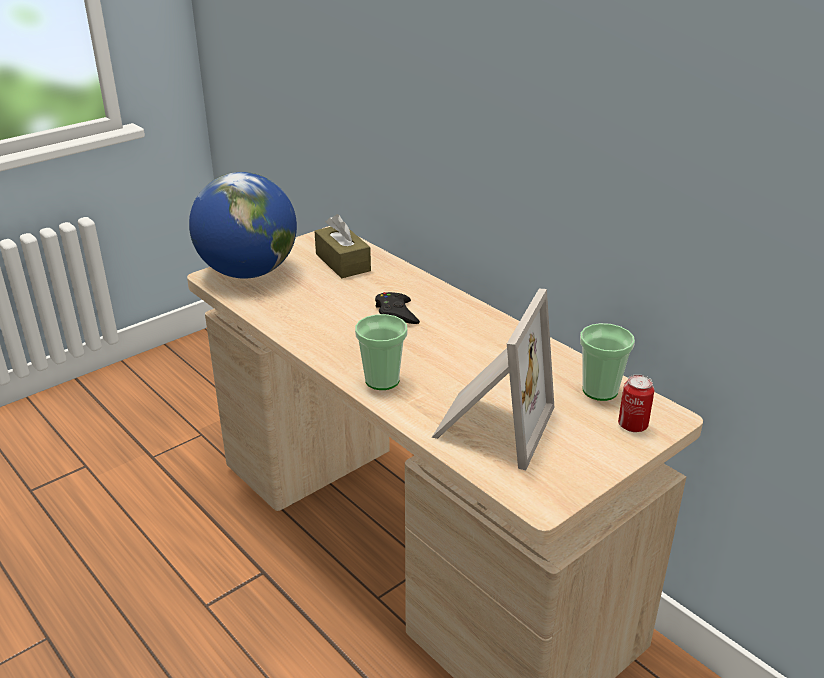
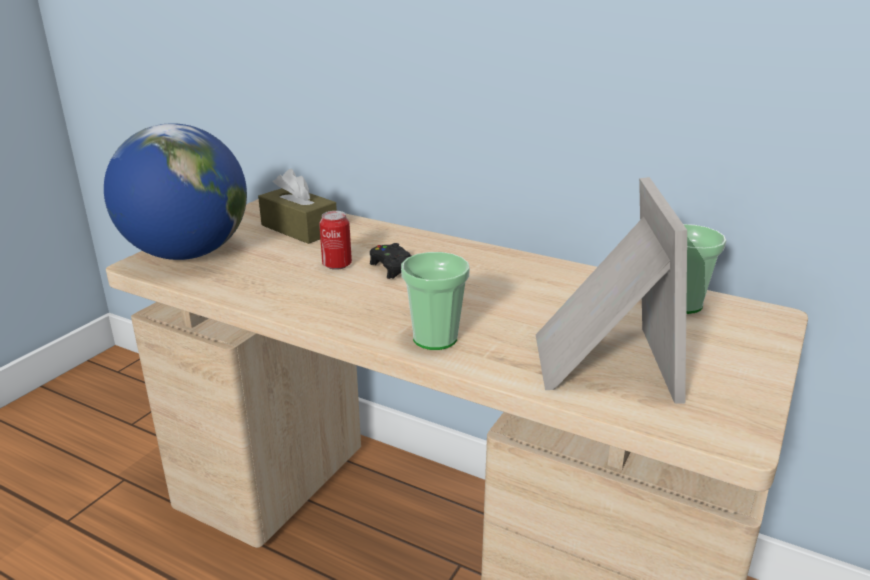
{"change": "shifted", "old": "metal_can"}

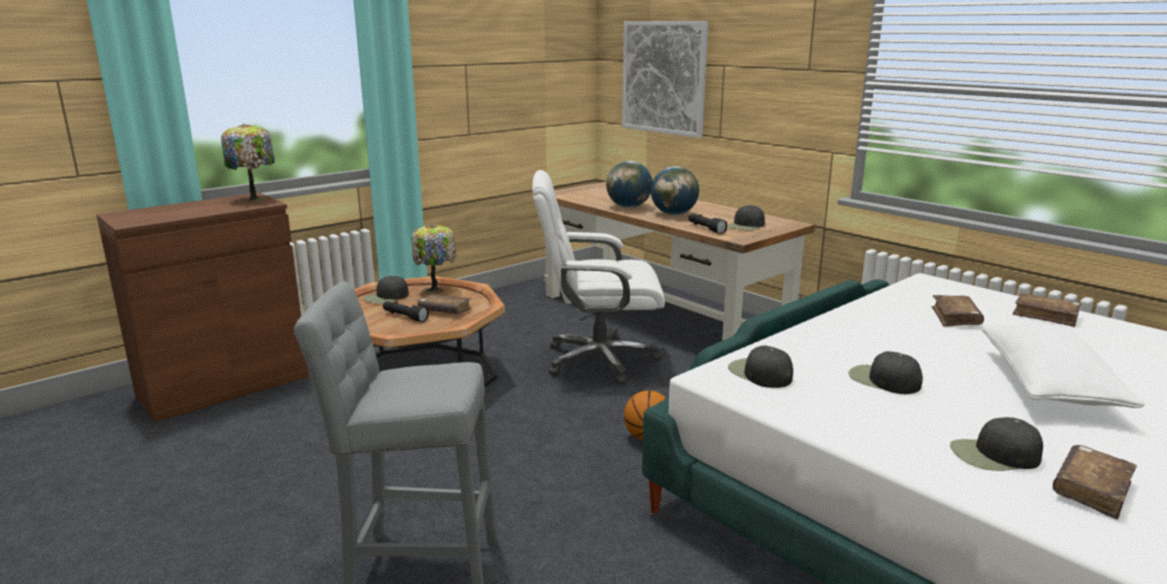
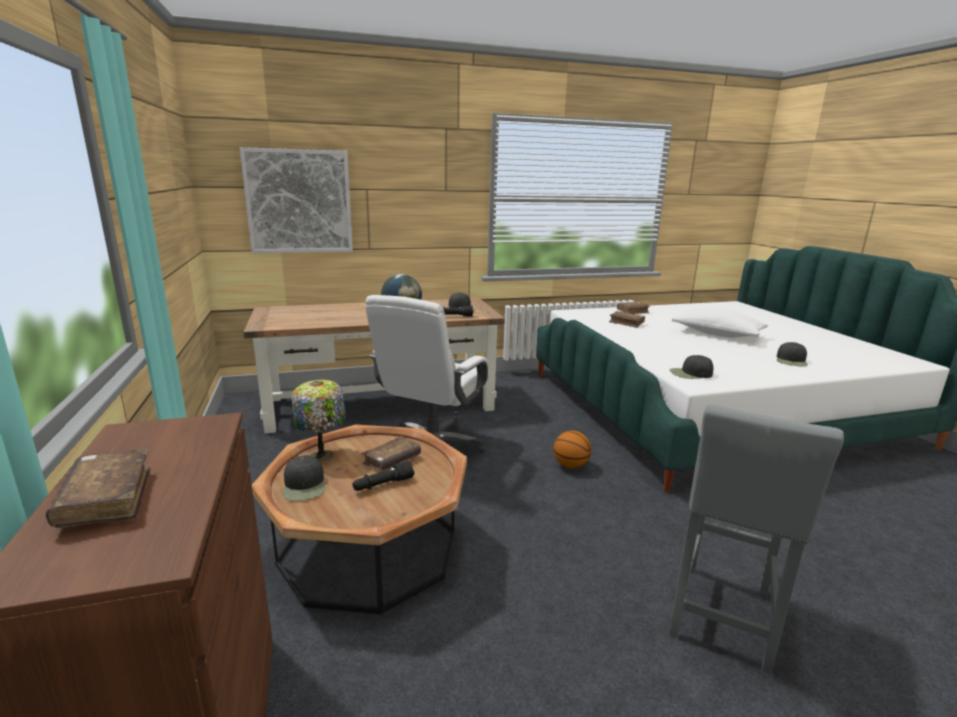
{"change": "gone", "old": "table_lamp (no. 1 from left)"}
{"change": "gone", "old": "globe (no. 1 from left)"}
{"change": "gone", "old": "black-coloured_cap (no. 4 from left)"}
{"change": "shifted", "old": "brown_volume (no. 4 from left in the first image)", "new": "brown_volume (no. 1 from left)"}

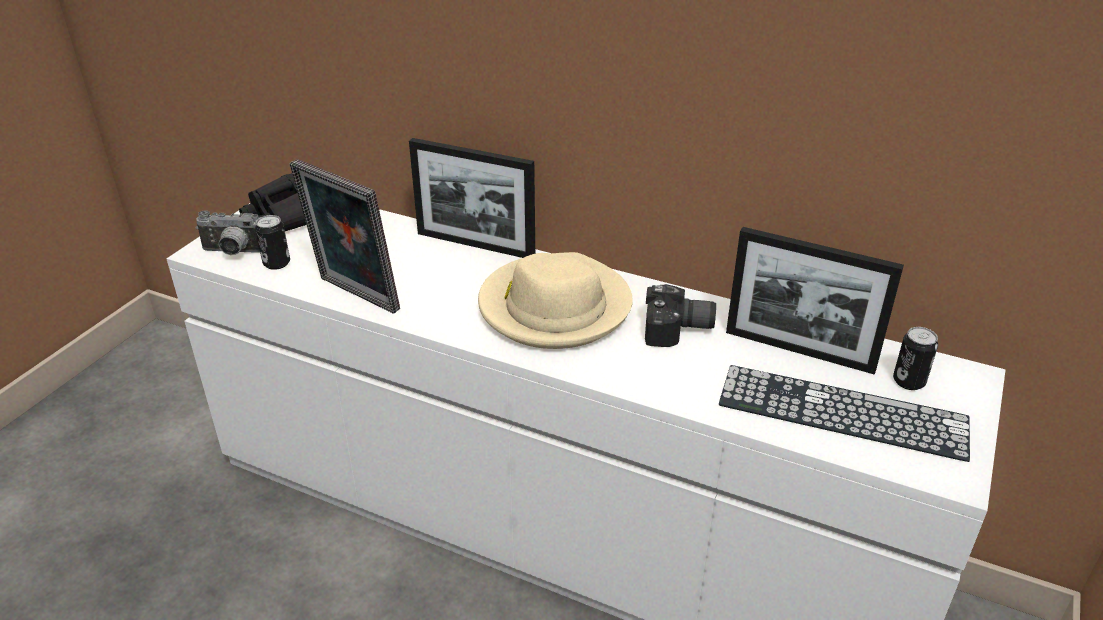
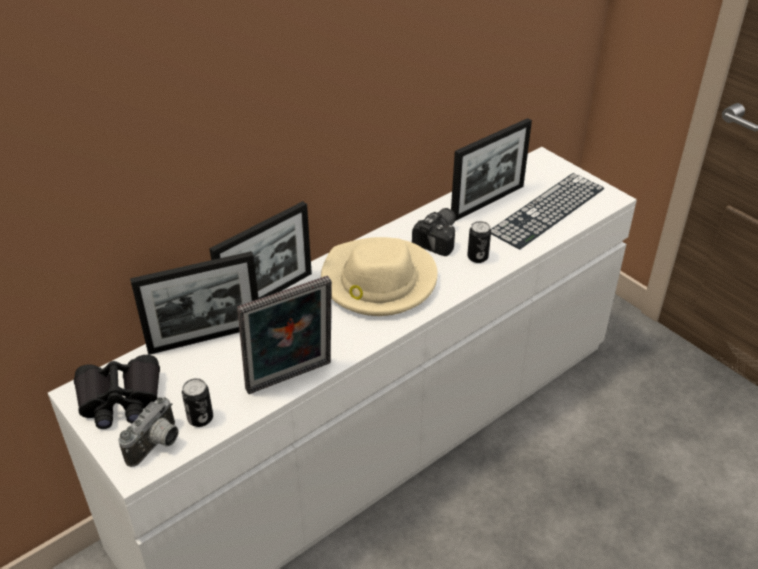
{"change": "shifted", "old": "metal_can (no. 2 from left)"}
{"change": "new", "new": "picture_frame (no. 1 from left)"}

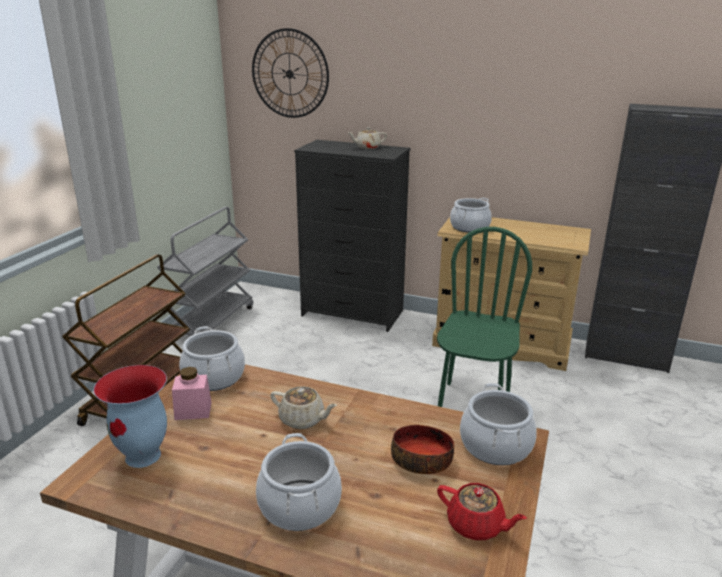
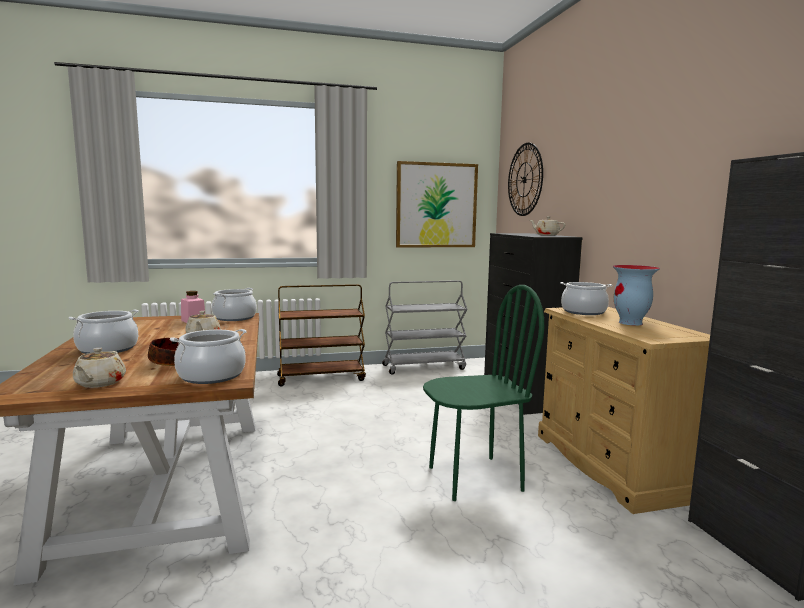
{"change": "shifted", "old": "decorative_vase"}
{"change": "repainted", "old": "red_teapot", "new": "beige-coloured_teapot (no. 1 from left)"}
{"change": "new", "new": "wall_picture"}

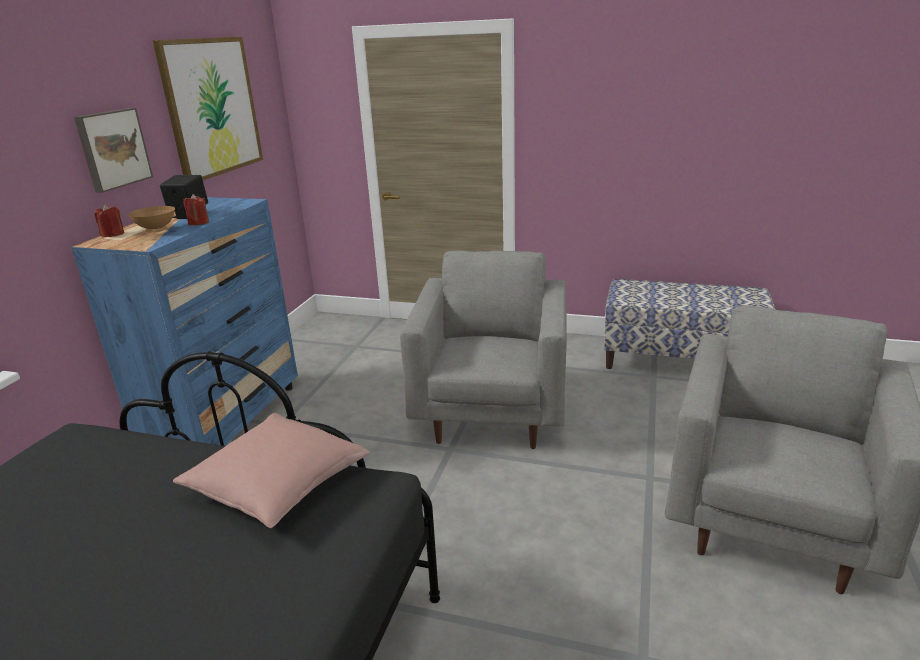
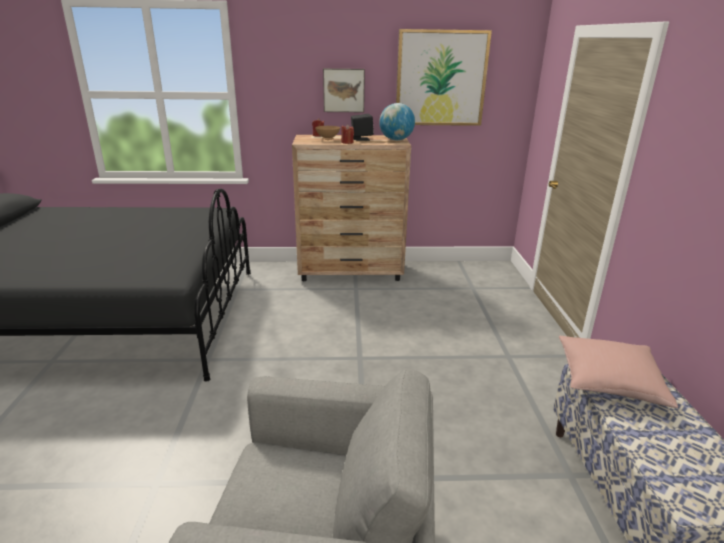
{"change": "repainted", "old": "blue-coloured_dresser", "new": "brown_dresser"}
{"change": "shifted", "old": "pinkish_cushion"}
{"change": "gone", "old": "greyish_lounge_chair (no. 1 from left)"}
{"change": "new", "new": "globe"}

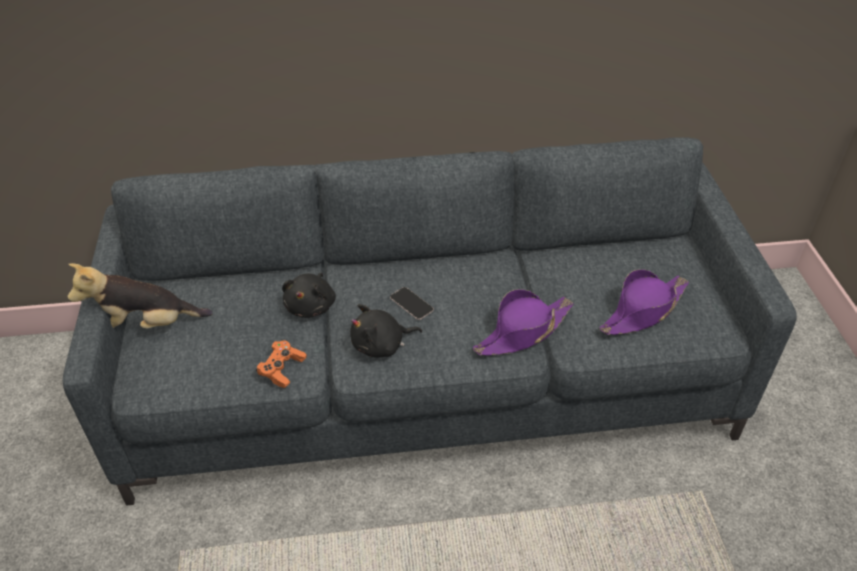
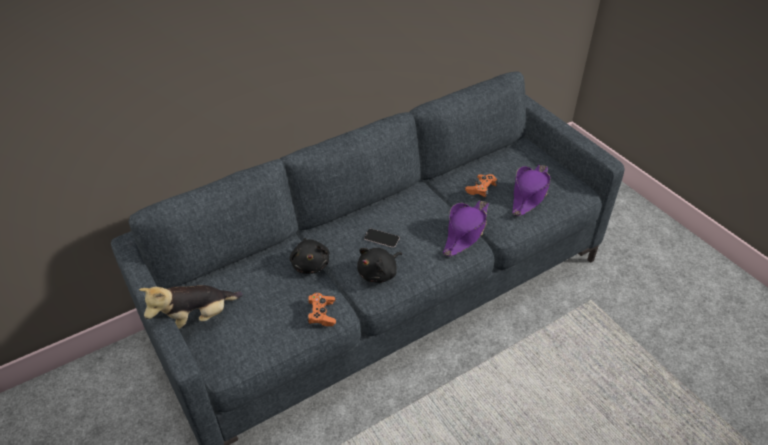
{"change": "new", "new": "orange-coloured_gamepad (no. 2 from left)"}

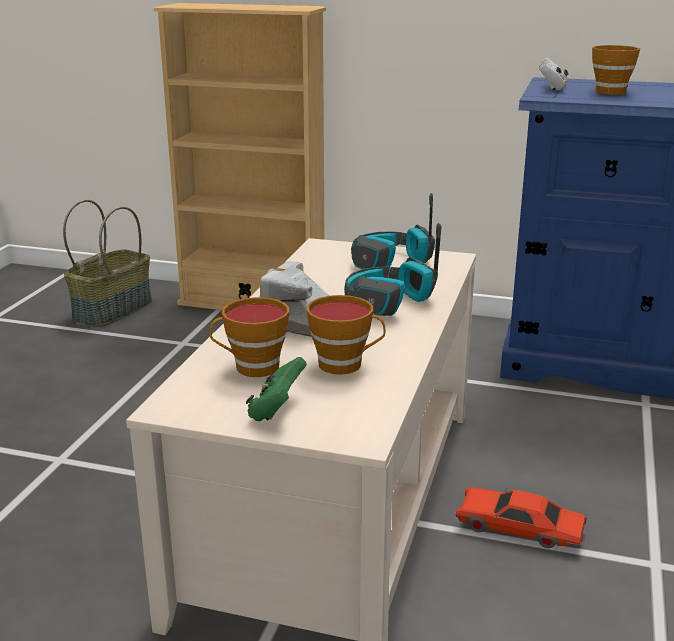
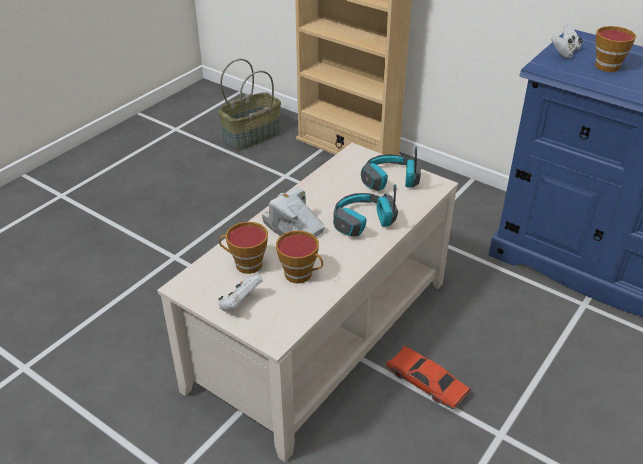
{"change": "repainted", "old": "green_gamepad", "new": "white_gamepad (no. 1 from left)"}

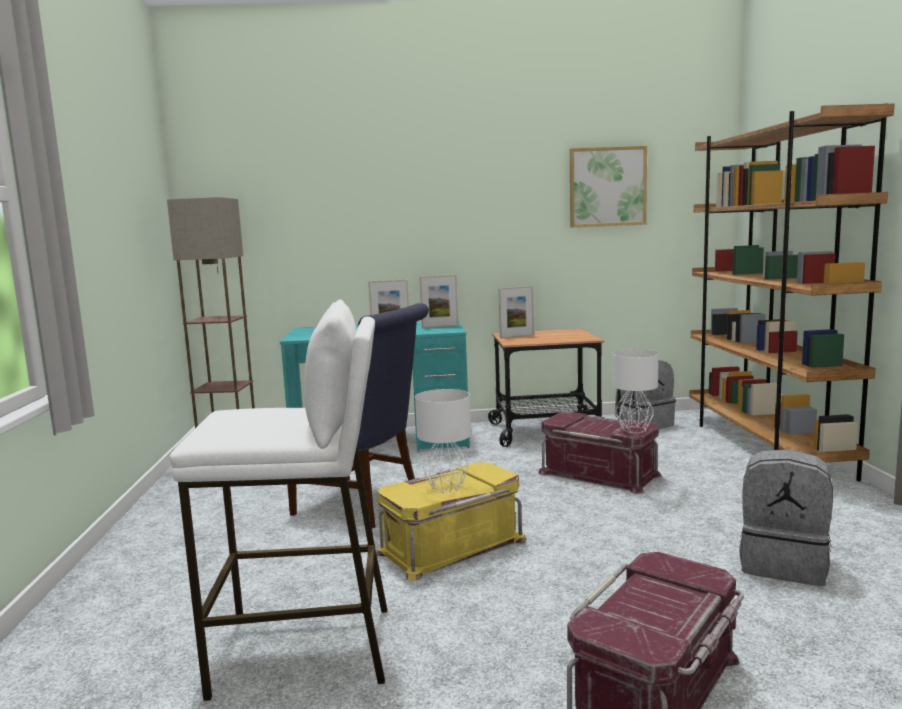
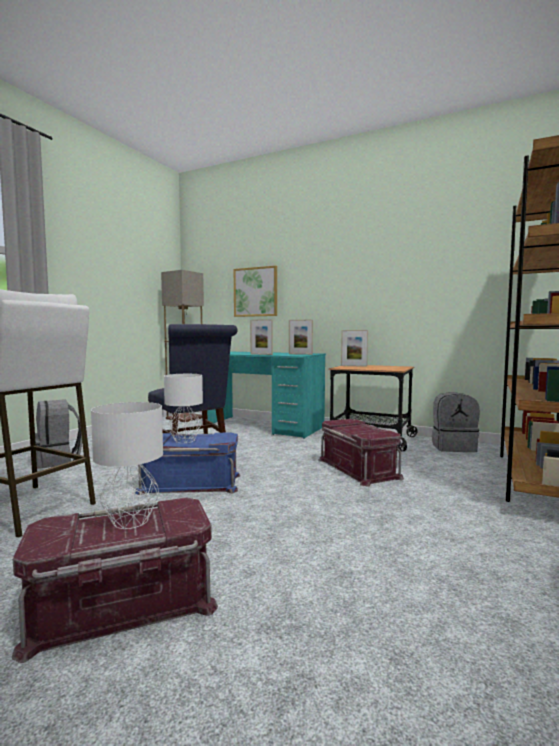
{"change": "repainted", "old": "yellow_storage_box", "new": "blue-coloured_storage_box"}
{"change": "shifted", "old": "wall_picture"}
{"change": "shifted", "old": "white_table_lamp (no. 2 from left in the first image)", "new": "white_table_lamp (no. 1 from left)"}
{"change": "shifted", "old": "greyish_backpack (no. 2 from left in the first image)", "new": "greyish_backpack (no. 1 from left)"}

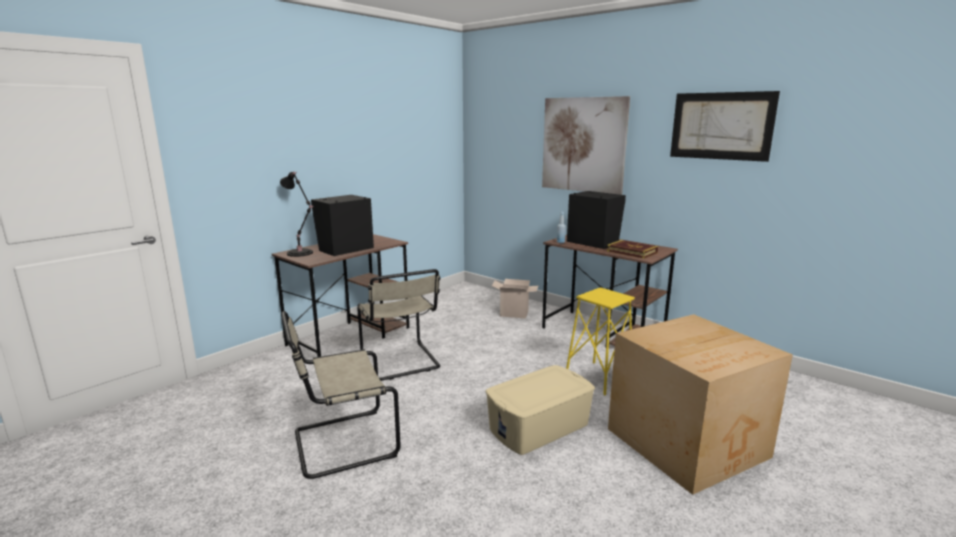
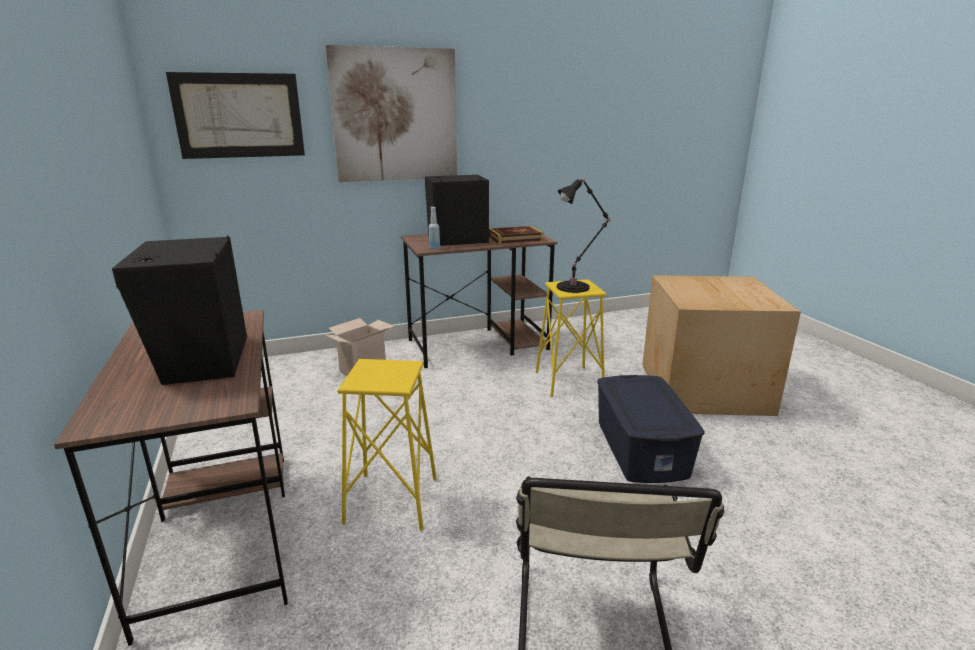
{"change": "shifted", "old": "black-coloured_table_lamp"}
{"change": "swapped", "old": "beige-coloured_upright_chair (no. 2 from left)", "new": "yellow_sitting_stool (no. 1 from left)"}
{"change": "repainted", "old": "beige-coloured_storage_box", "new": "blue-coloured_storage_box"}
{"change": "shifted", "old": "wall_picture (no. 2 from left in the first image)", "new": "wall_picture (no. 1 from left)"}

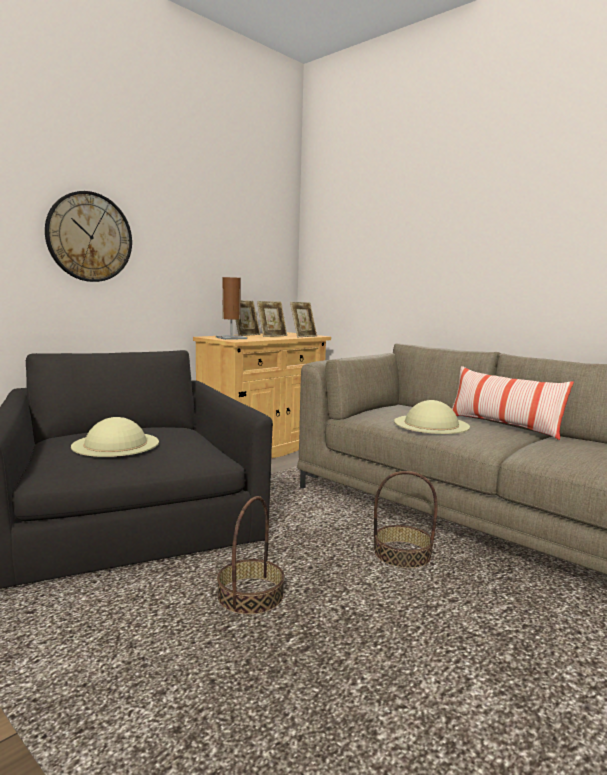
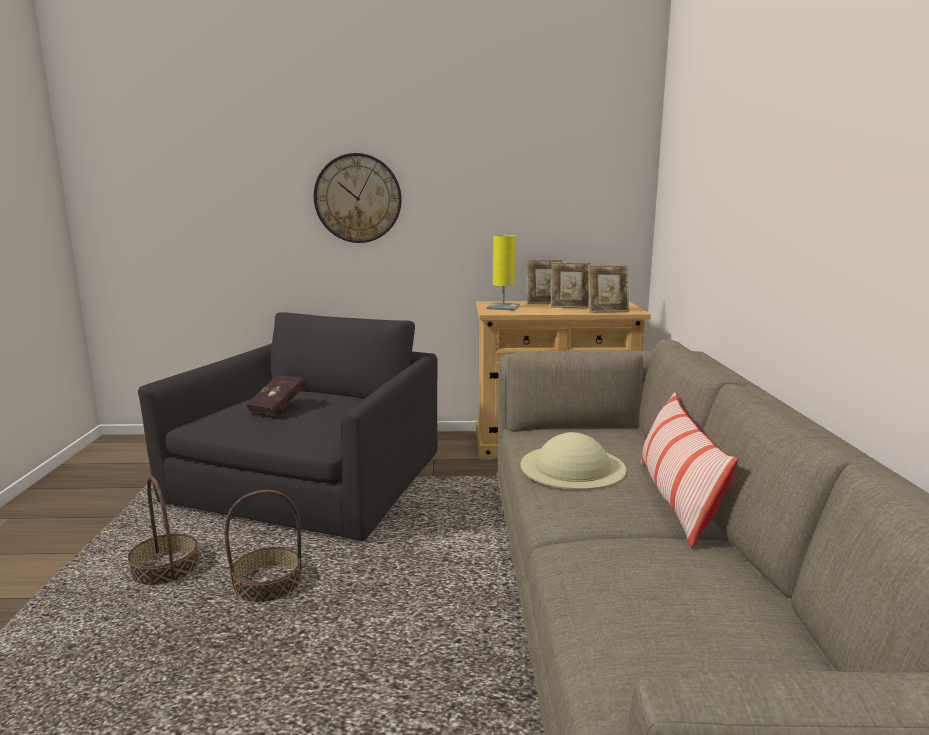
{"change": "swapped", "old": "beige-coloured_wearable_hat (no. 1 from left)", "new": "red_volume"}
{"change": "repainted", "old": "brown_table_lamp", "new": "yellow_table_lamp"}
{"change": "shifted", "old": "household_basket (no. 2 from left in the first image)", "new": "household_basket (no. 1 from left)"}

